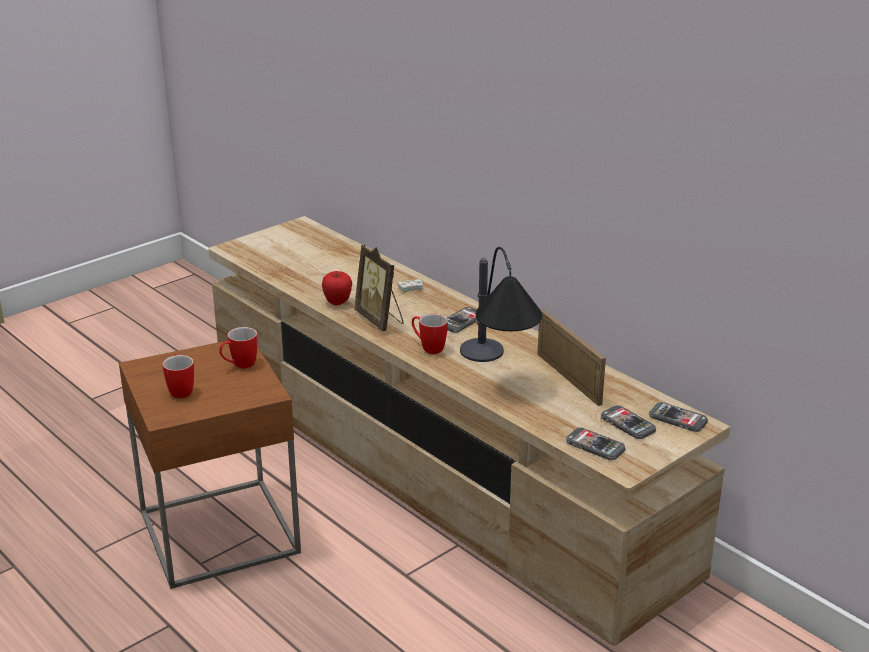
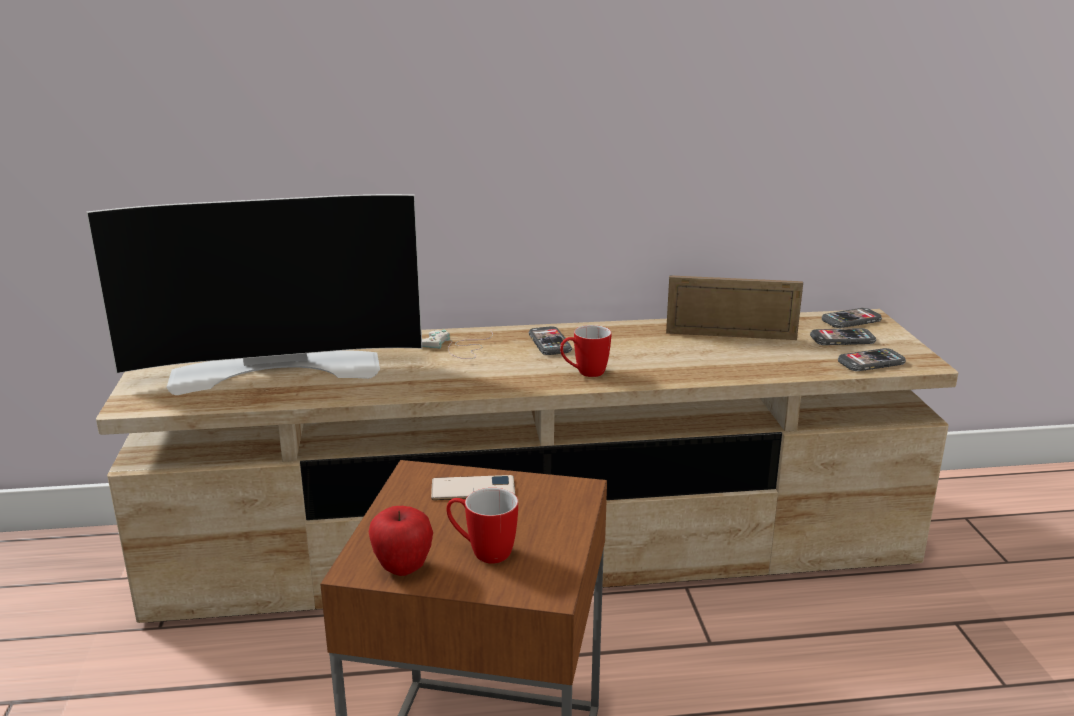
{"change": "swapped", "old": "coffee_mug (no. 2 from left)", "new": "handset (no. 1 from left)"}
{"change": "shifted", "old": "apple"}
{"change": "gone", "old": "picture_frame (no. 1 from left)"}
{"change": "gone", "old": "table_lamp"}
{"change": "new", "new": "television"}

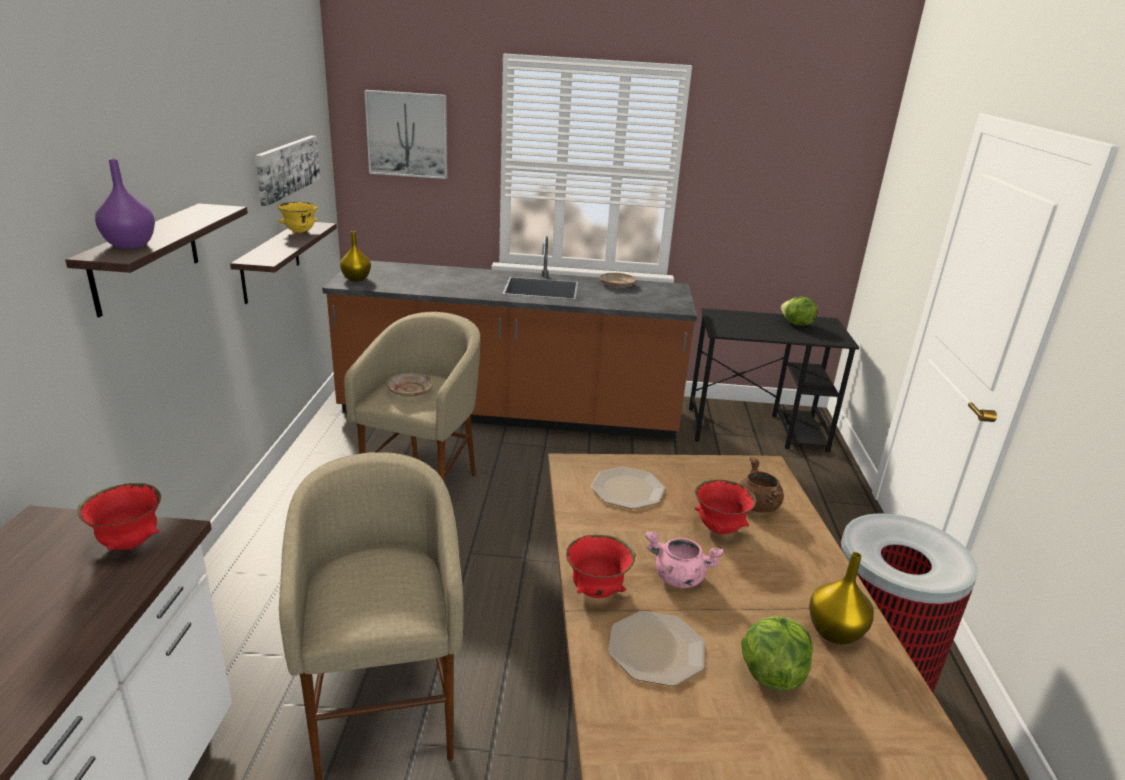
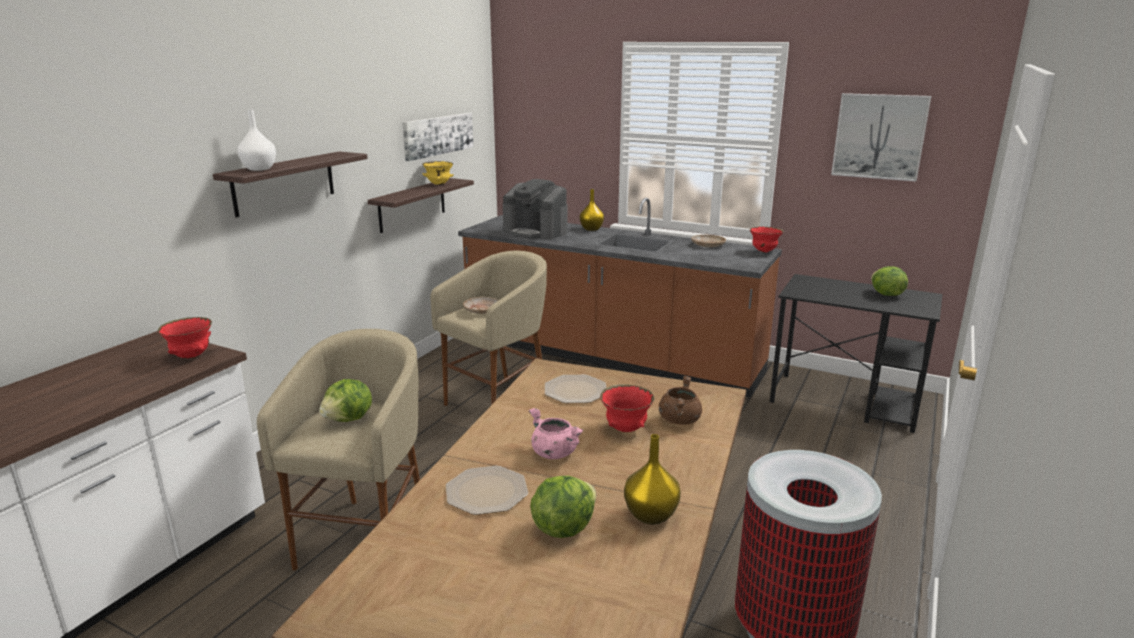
{"change": "repainted", "old": "purple-coloured_decorative_vase", "new": "white_decorative_vase"}
{"change": "shifted", "old": "yellow_decorative_vase (no. 1 from left)"}
{"change": "shifted", "old": "wall_picture (no. 2 from left)"}
{"change": "shifted", "old": "red_bowl (no. 2 from left in the first image)", "new": "red_bowl (no. 3 from left)"}
{"change": "new", "new": "head_of_lettuce (no. 1 from left)"}
{"change": "new", "new": "coffee_brewer"}

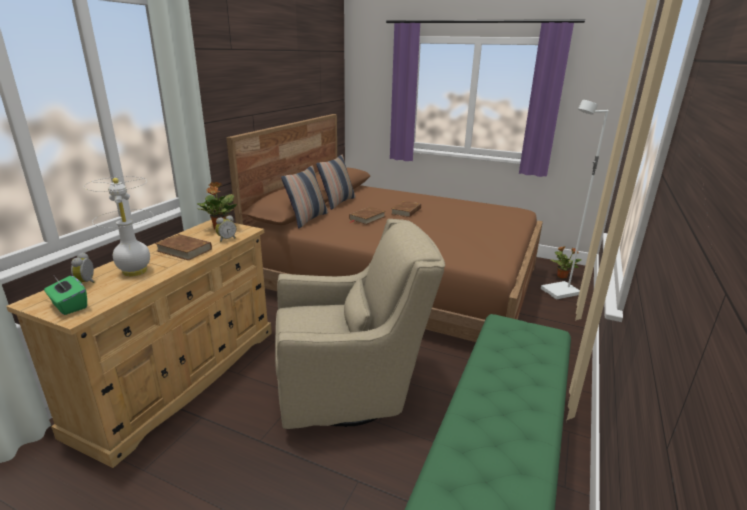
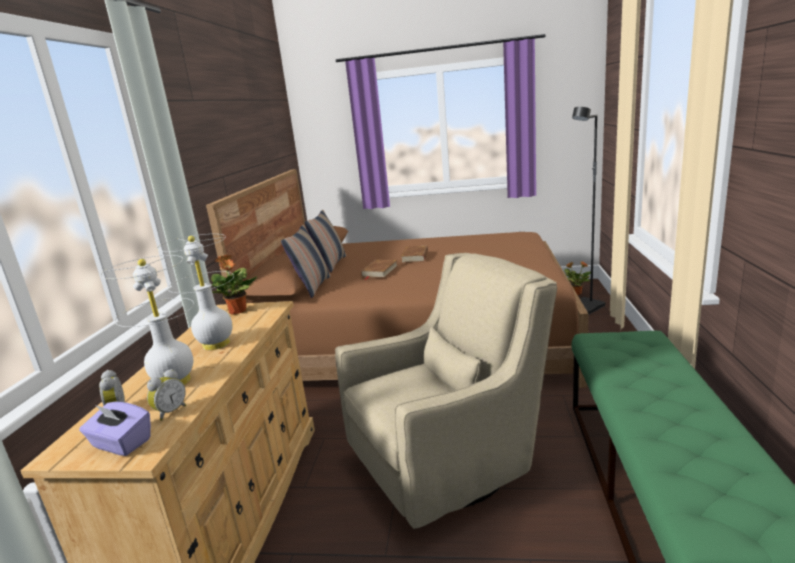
{"change": "repainted", "old": "green_box_of_tissues", "new": "purple-coloured_box_of_tissues"}
{"change": "swapped", "old": "brown_volume (no. 1 from left)", "new": "white_table_lamp (no. 2 from left)"}
{"change": "shifted", "old": "alarm_clock (no. 2 from left)"}
{"change": "repainted", "old": "white_standard_lamp", "new": "black-coloured_standard_lamp"}

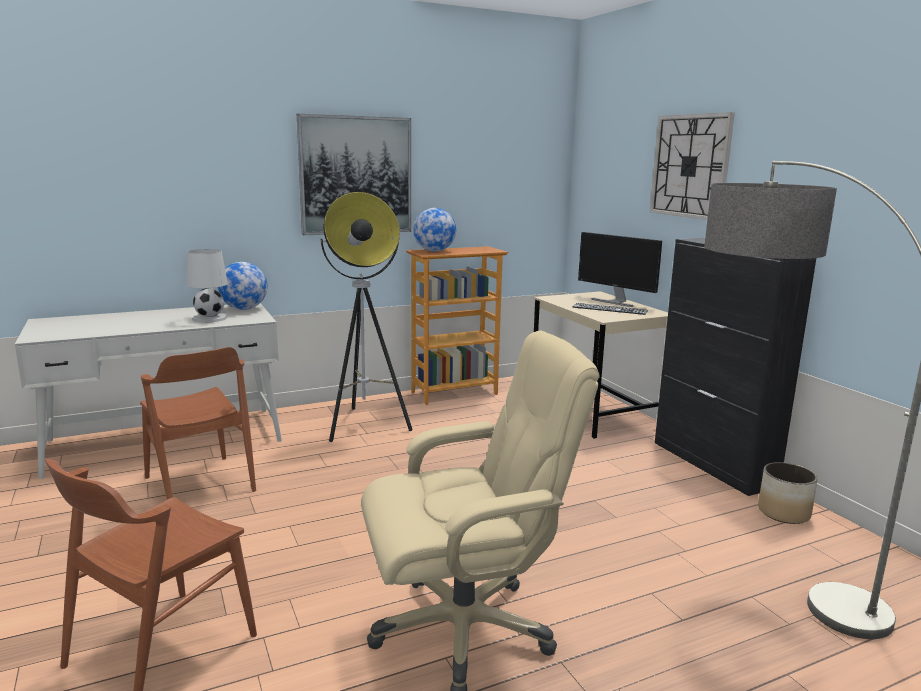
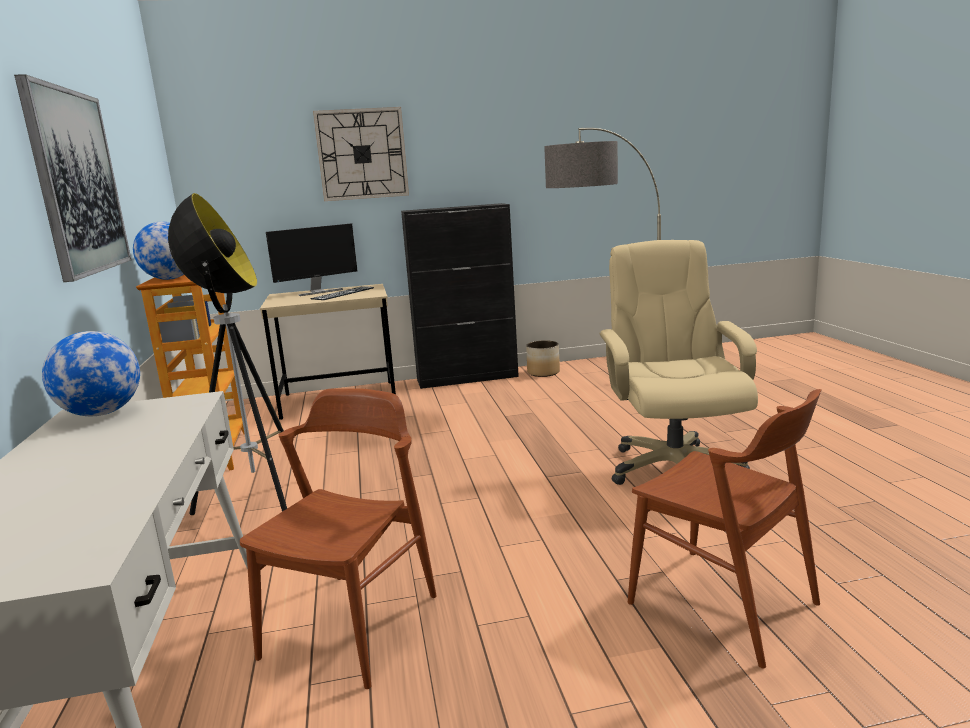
{"change": "rotated", "old": "brown_upright_chair (no. 2 from left in the first image)", "degrees": -45}
{"change": "gone", "old": "white_table_lamp"}

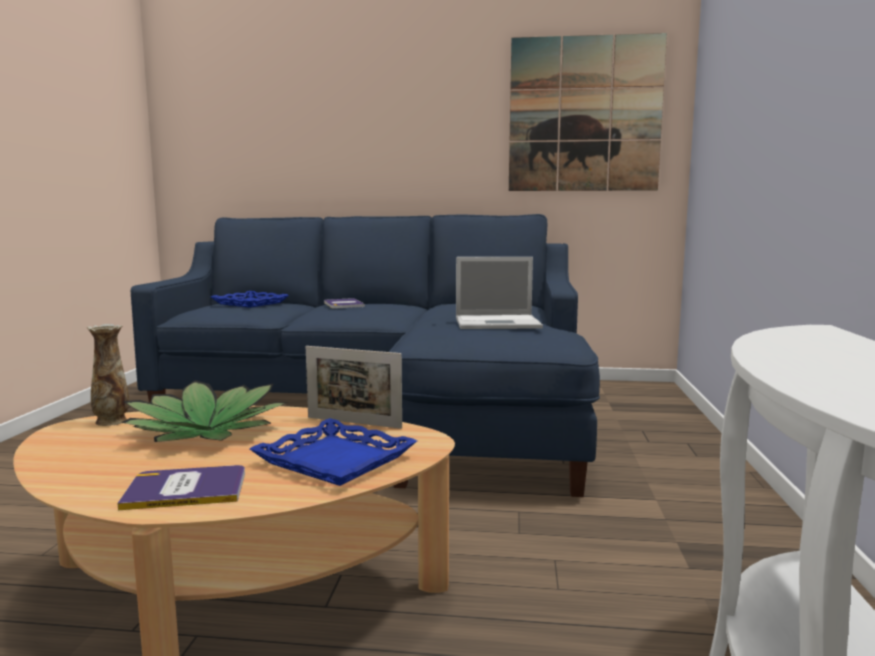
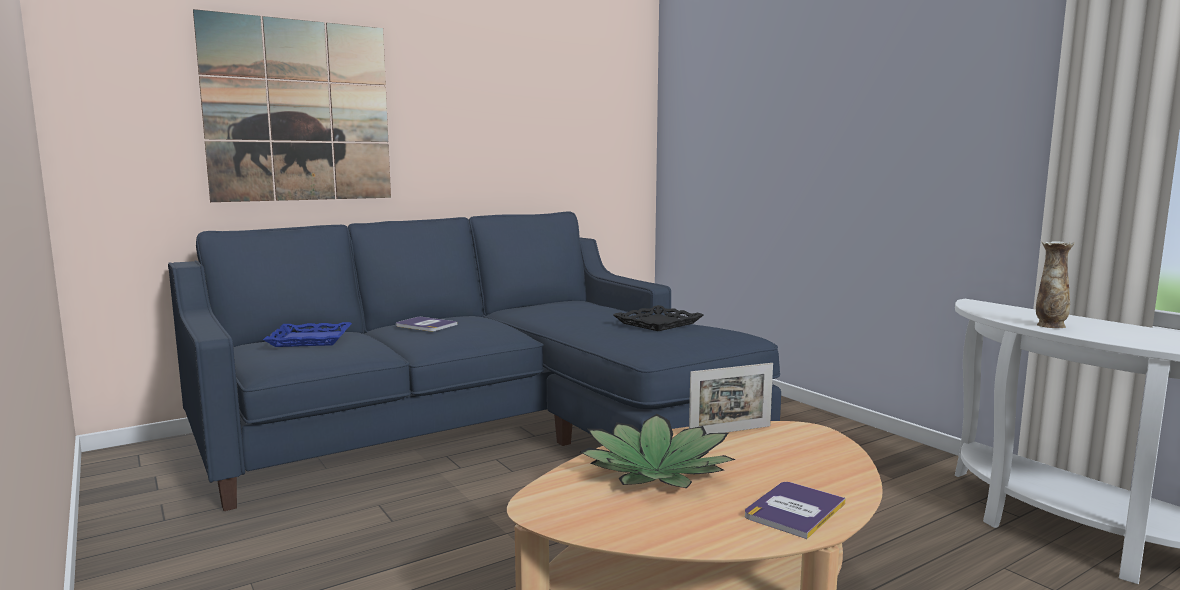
{"change": "shifted", "old": "decorative_vase"}
{"change": "gone", "old": "blue-coloured_carrying_tray (no. 2 from left)"}
{"change": "swapped", "old": "laptop", "new": "black-coloured_carrying_tray"}
{"change": "shifted", "old": "wall_picture"}

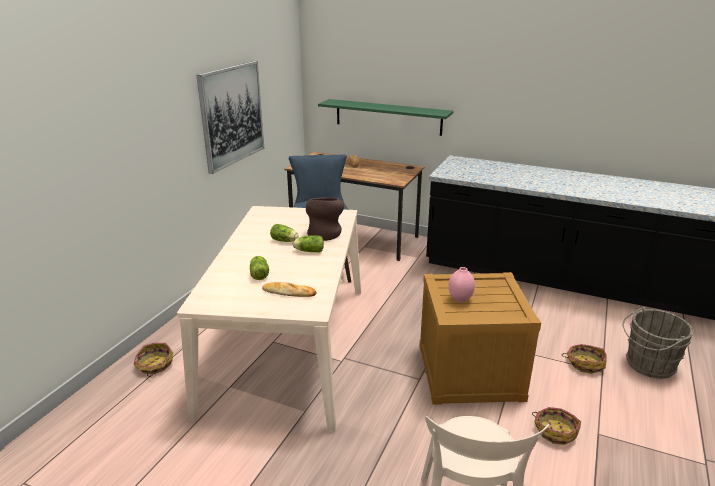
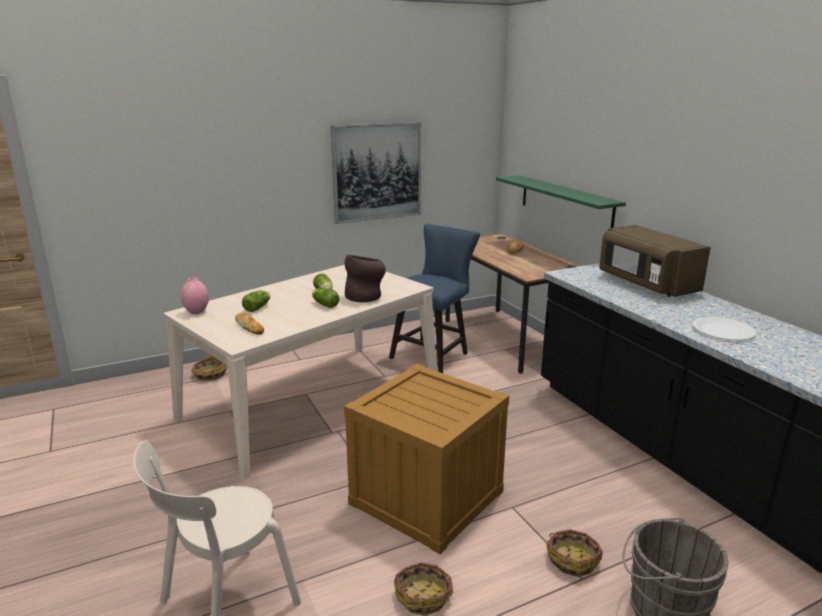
{"change": "shifted", "old": "pinkish_decorative_vase"}
{"change": "new", "new": "brown_microwave"}
{"change": "new", "new": "white_flat_dish"}

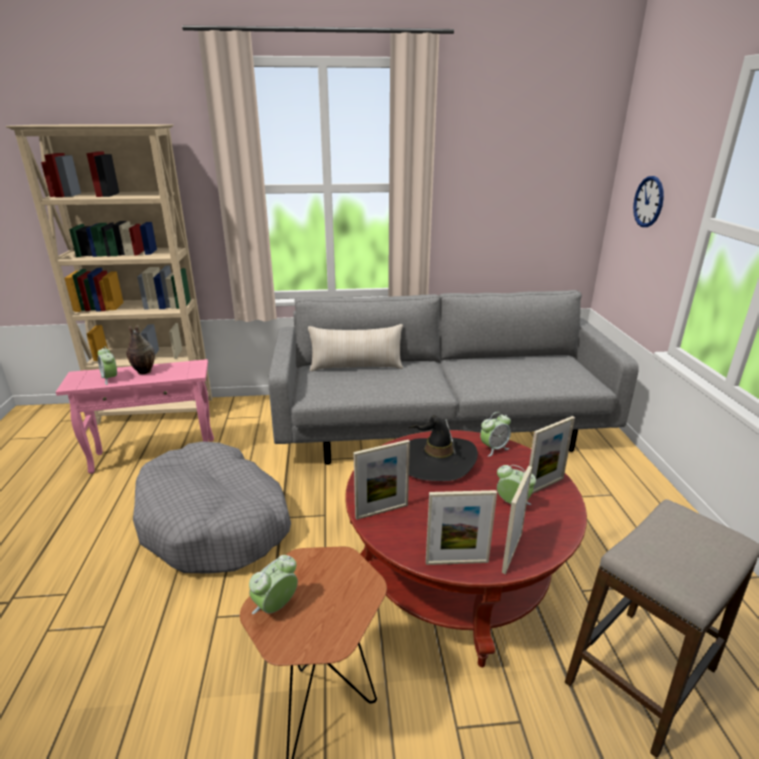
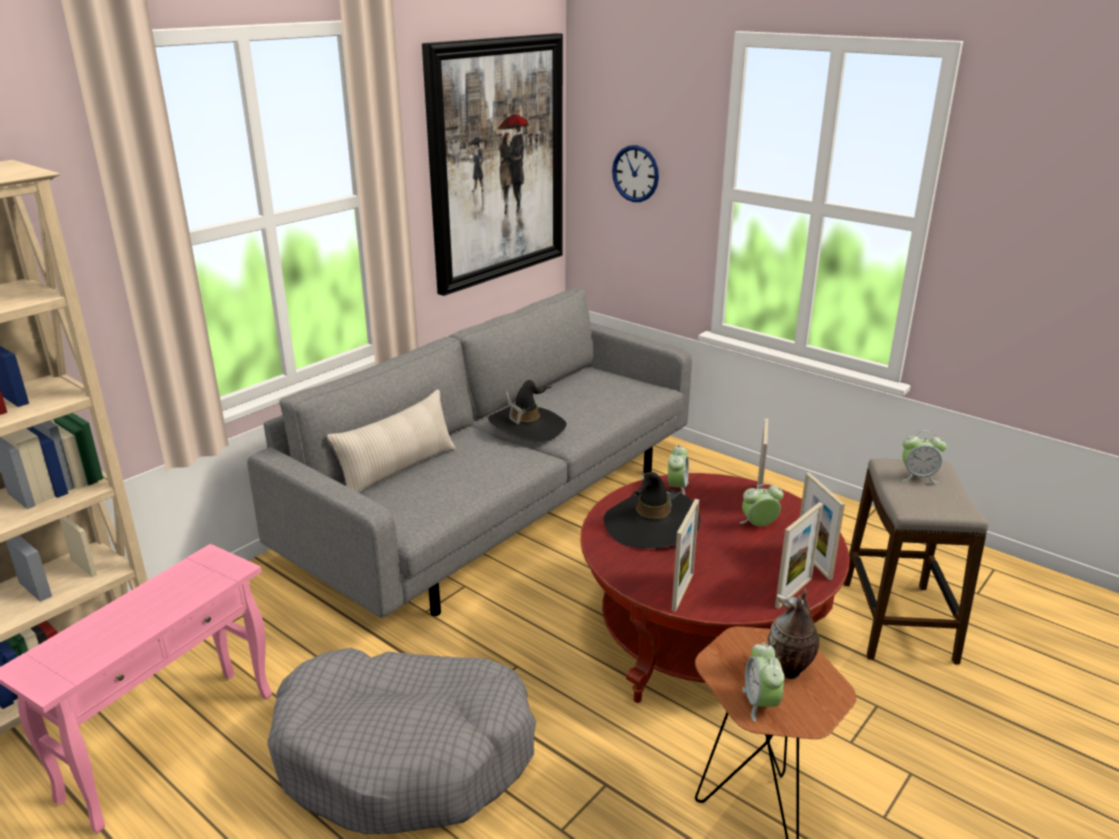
{"change": "shifted", "old": "alarm_clock (no. 1 from left in the first image)", "new": "alarm_clock (no. 4 from left)"}
{"change": "shifted", "old": "decorative_vase"}
{"change": "new", "new": "wall_picture"}
{"change": "new", "new": "black-coloured_wearable_hat (no. 1 from left)"}

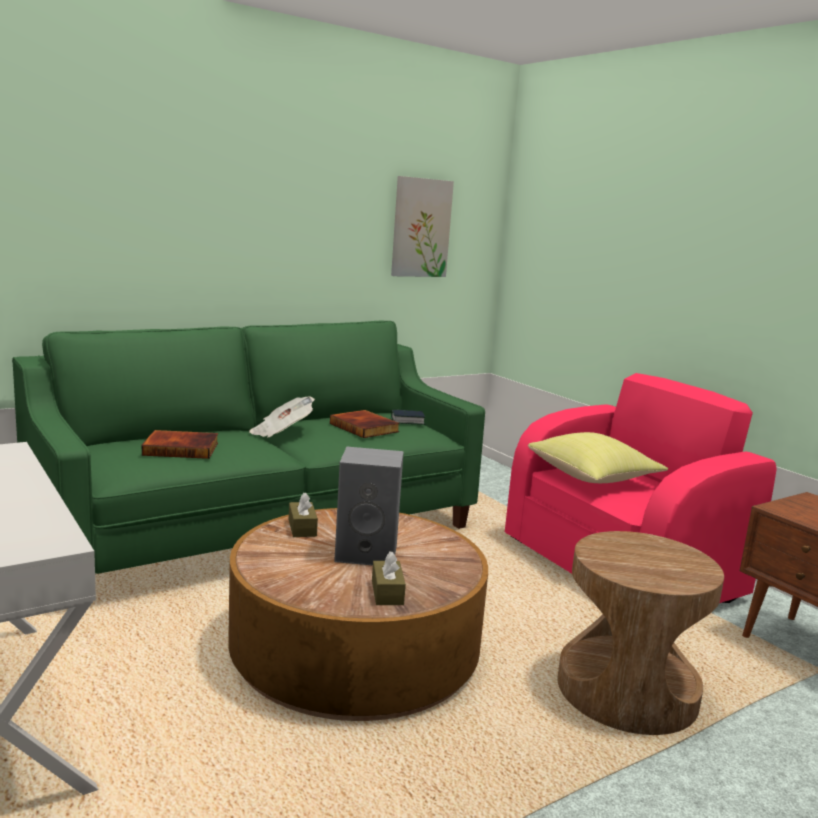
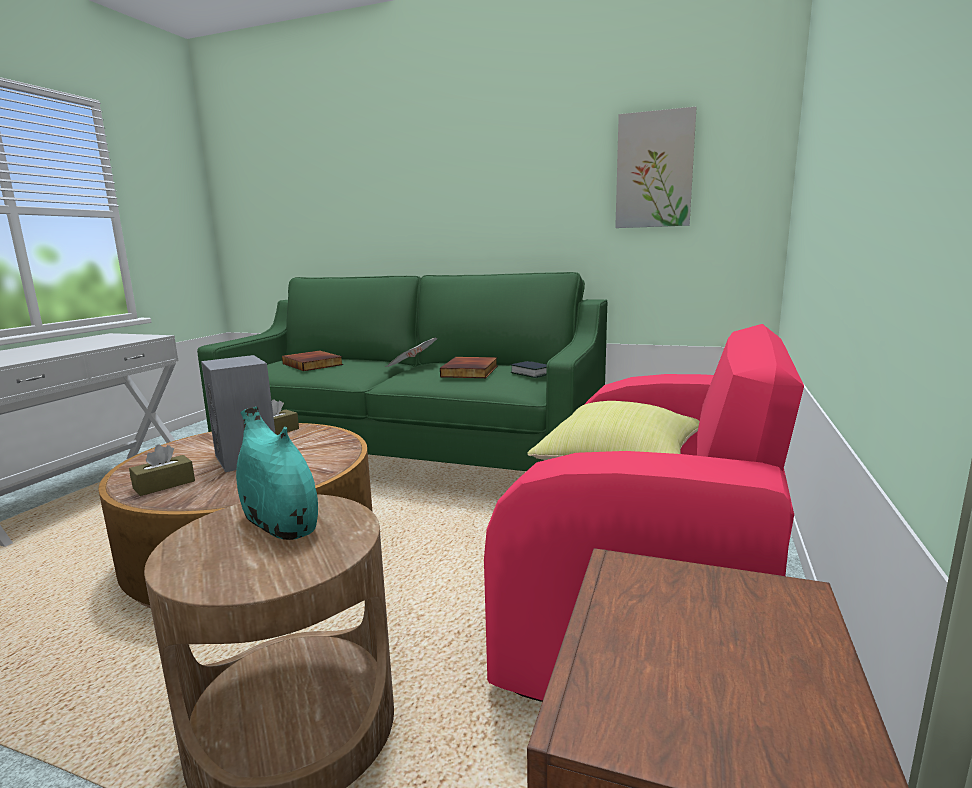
{"change": "new", "new": "turquoise-coloured_decorative_vase"}

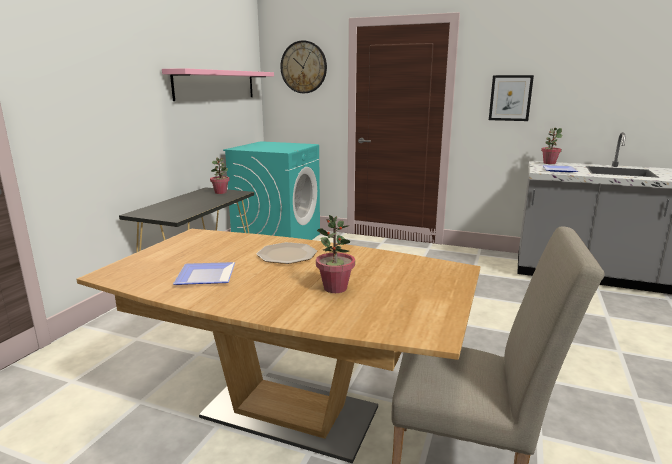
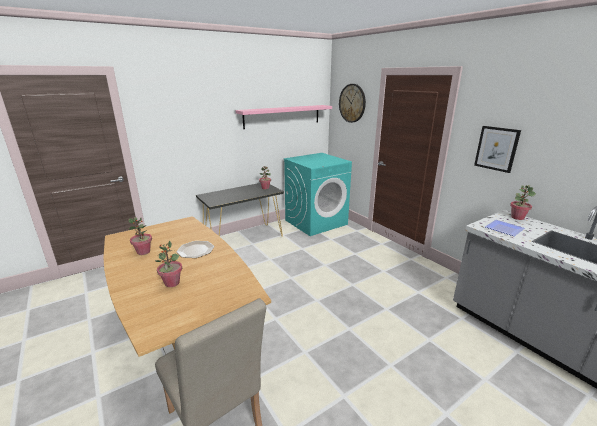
{"change": "swapped", "old": "flat_dish (no. 1 from left)", "new": "plant_in_a_pot (no. 1 from left)"}

